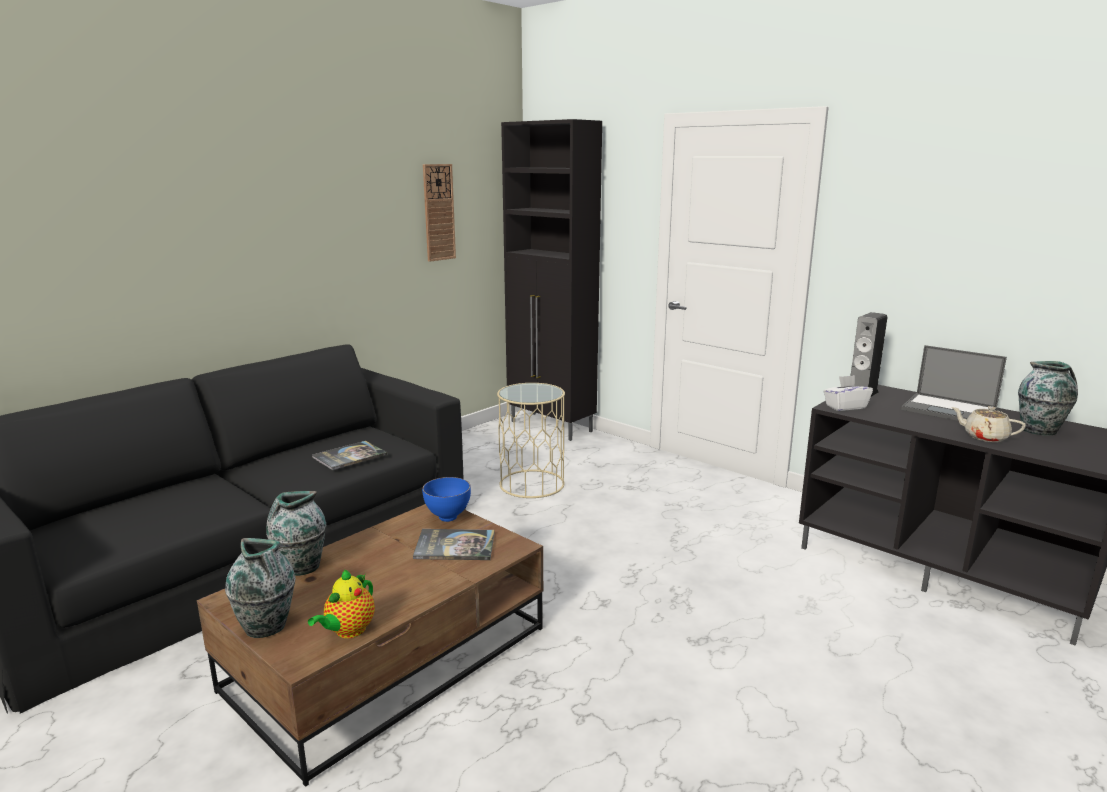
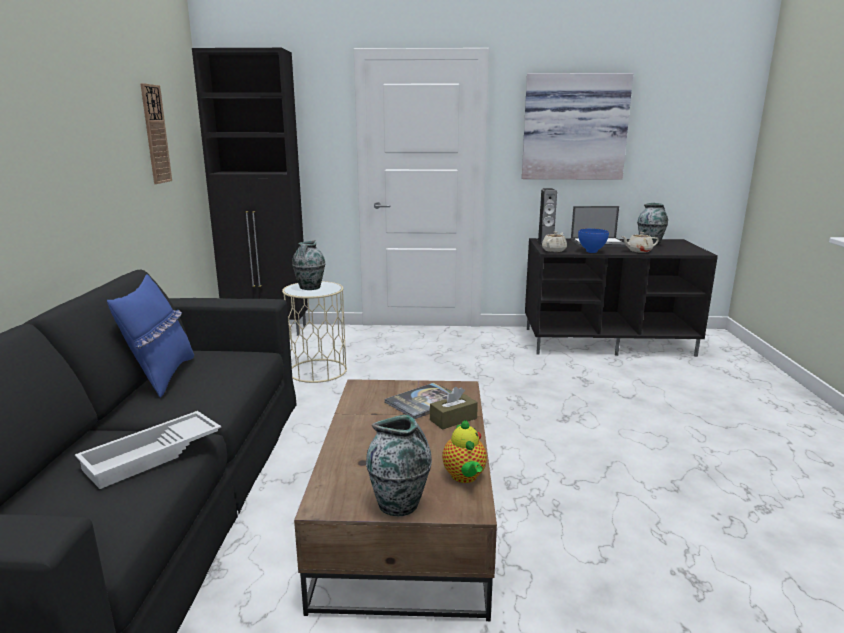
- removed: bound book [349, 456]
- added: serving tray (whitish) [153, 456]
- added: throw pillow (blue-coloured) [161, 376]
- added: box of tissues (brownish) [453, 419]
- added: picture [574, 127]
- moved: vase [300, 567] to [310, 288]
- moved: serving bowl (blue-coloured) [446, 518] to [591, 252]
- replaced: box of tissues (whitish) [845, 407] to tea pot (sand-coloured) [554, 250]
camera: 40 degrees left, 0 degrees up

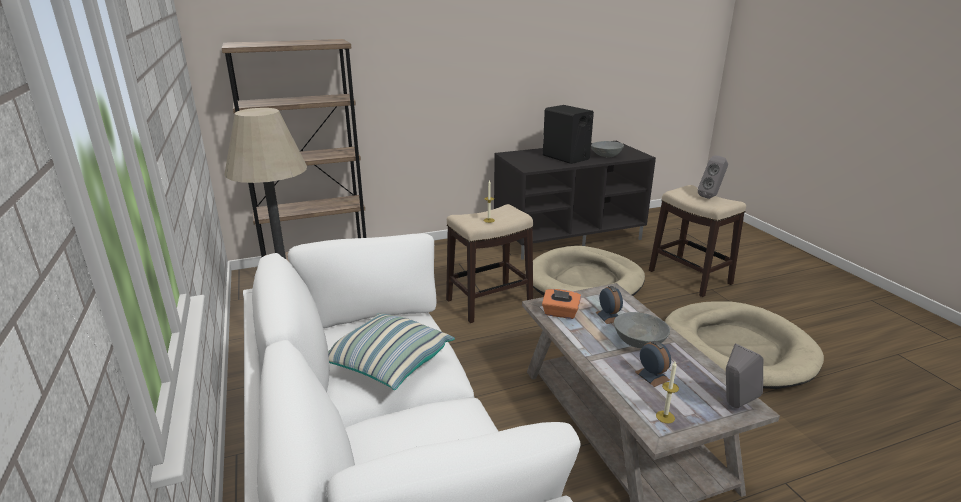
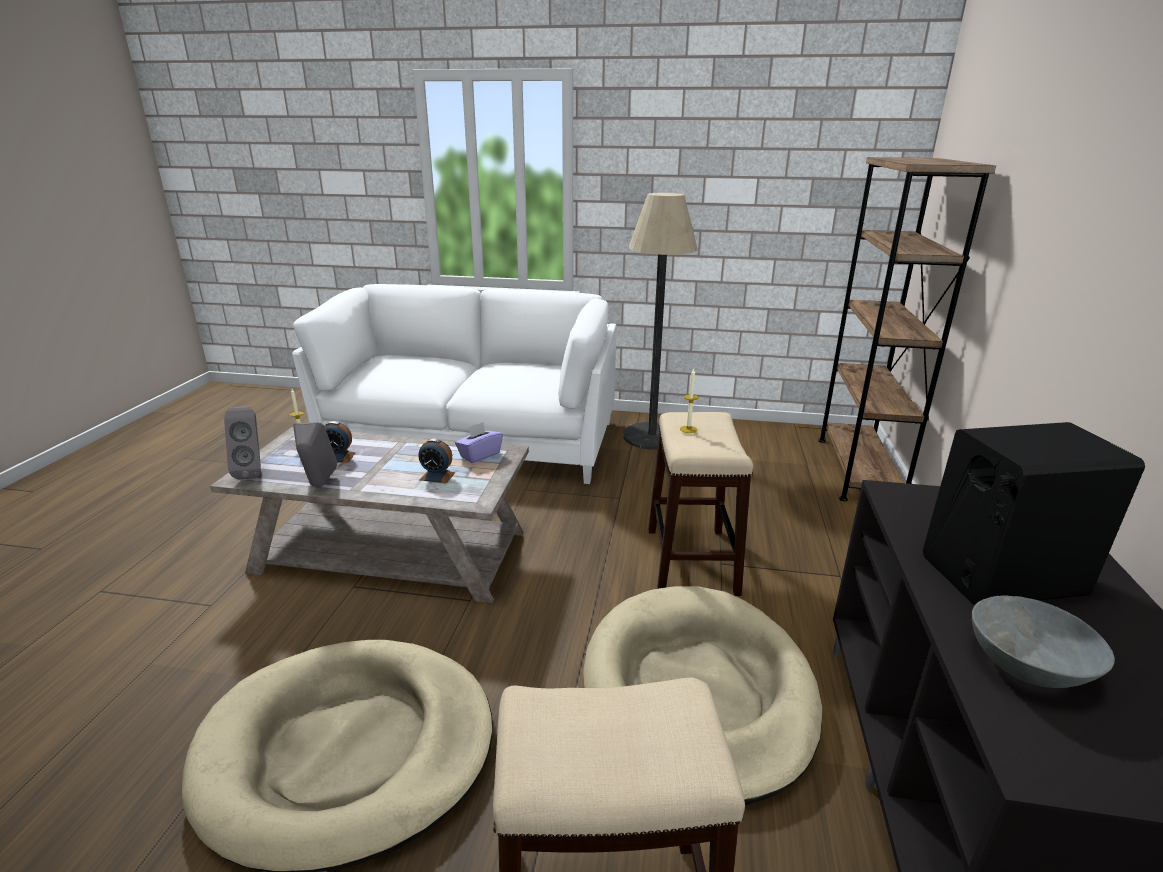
- removed: throw pillow [388, 364]
- removed: serving bowl (gray) [638, 342]
- moved: loudspeaker (gray) [711, 196] to [319, 486]
- recoloured: box of tissues (orange) [560, 313] to box of tissues (purple) [479, 455]
camera: 120 degrees right, 0 degrees up

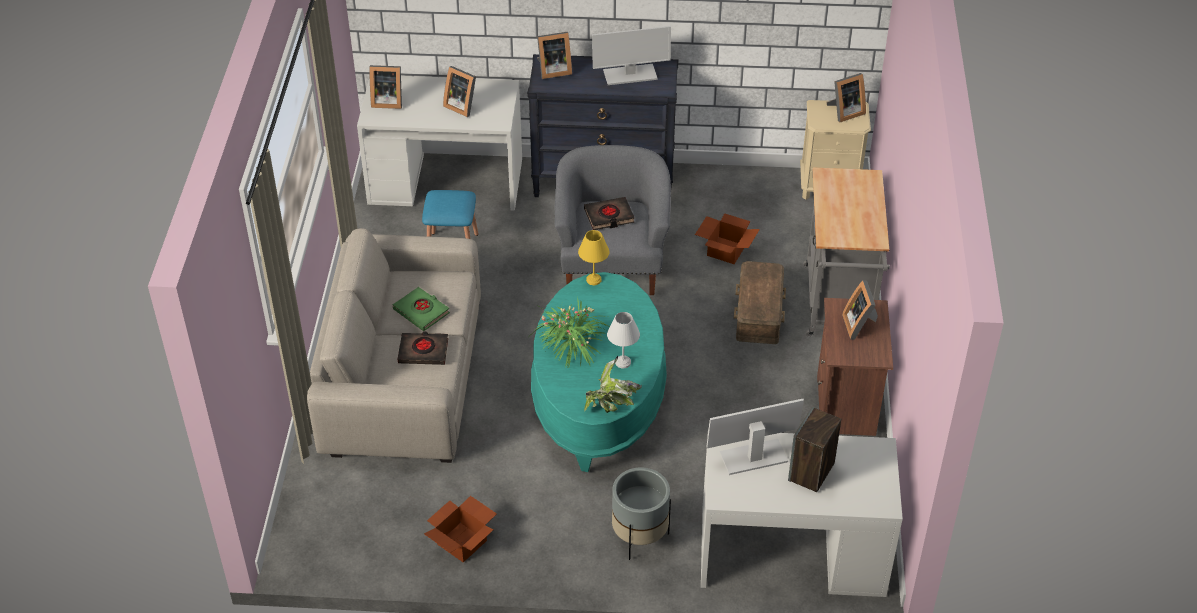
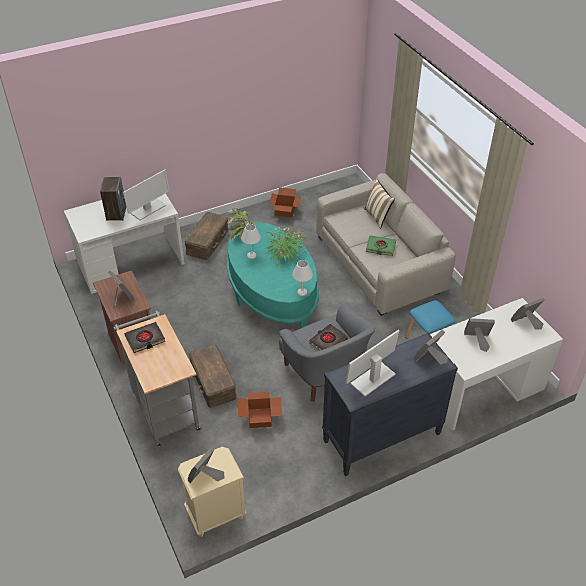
- added: throw pillow (sand-coloured) [377, 216]
- moved: bound book (black) [423, 351] to [145, 339]
- replaced: plant pot (gray) [639, 537] to storage bin (brownish) [207, 241]
- recoloured: lamp for a table (yellow) [593, 279] to lamp for a table (whitish) [302, 293]
camera: 150 degrees right, 0 degrees up

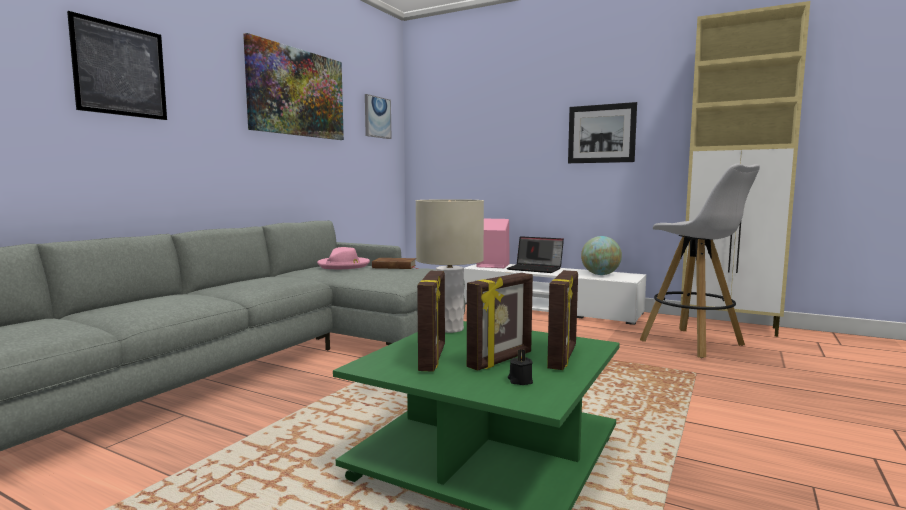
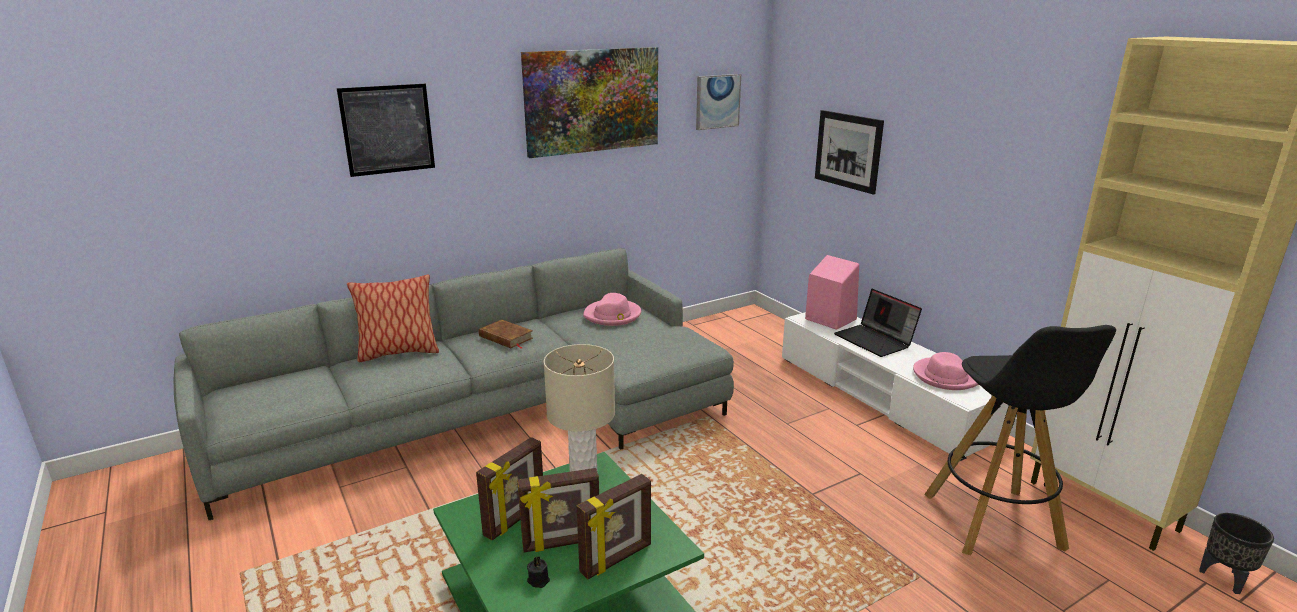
- added: throw pillow [398, 353]
- added: plant pot (black) [1223, 578]
- moved: bound book (brownish) [394, 267] to [506, 337]
- moved: picture [601, 134] to [848, 151]
- replaced: desk globe [600, 274] to hat (pink) [945, 376]
- recoloured: stool (whitish) [693, 343] to stool (black) [994, 523]
camera: 30 degrees right, 15 degrees up

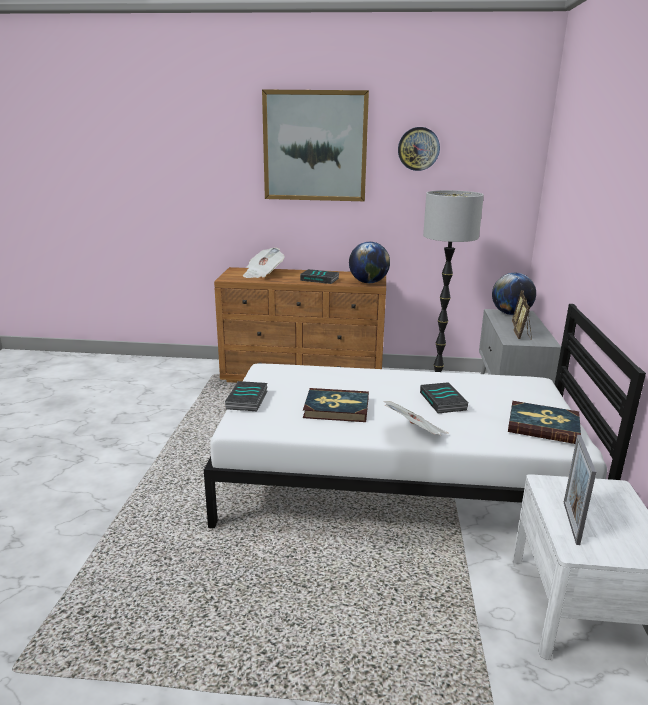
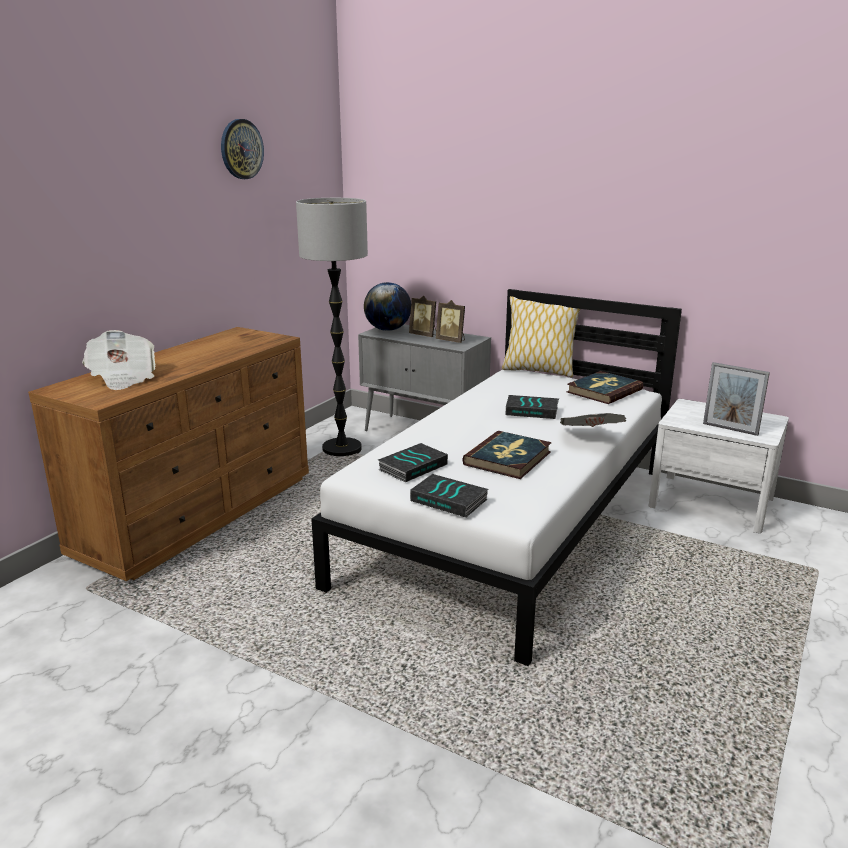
- removed: picture [315, 146]
- removed: desk globe [368, 282]
- added: throw pillow [538, 371]
- moved: bound book [320, 279] to [412, 466]
camera: 65 degrees left, 0 degrees up

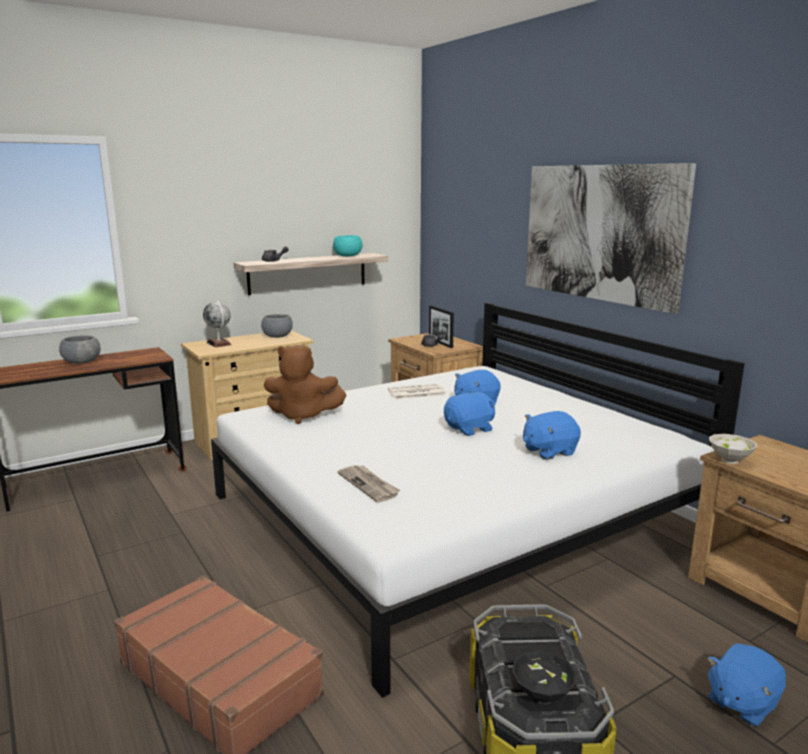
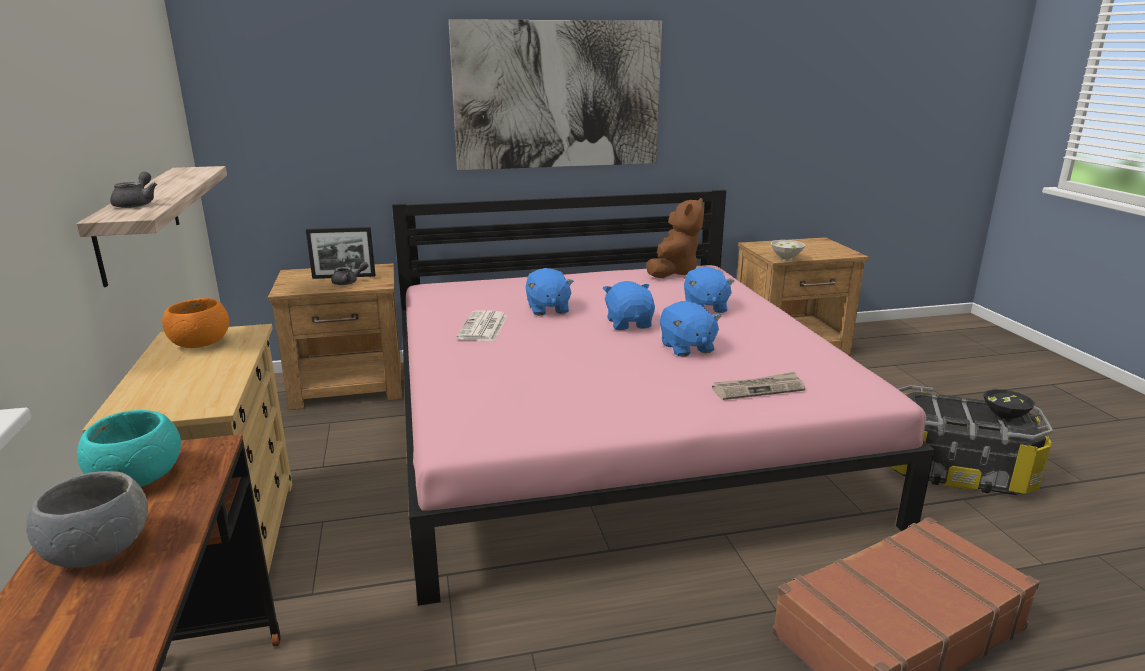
- removed: desk globe [219, 343]
- moved: soft toy (brownish) [303, 416] to [673, 272]
- moved: serving bowl (turquoise-coloured) [348, 256] to [138, 478]
- moved: soft toy (blue-coloured) [741, 702] to [686, 348]
- recoloured: bed (whitish) [451, 515] to bed (pink) [611, 430]
- recoloured: serving bowl (gray) [277, 336] to serving bowl (orange) [200, 343]
camera: 70 degrees left, 5 degrees up

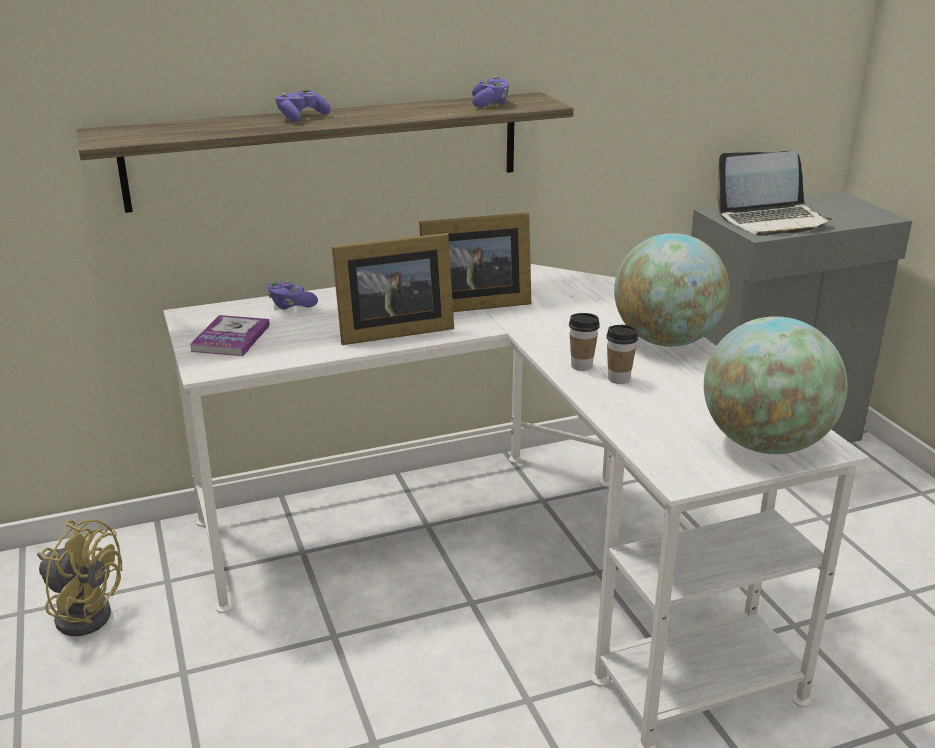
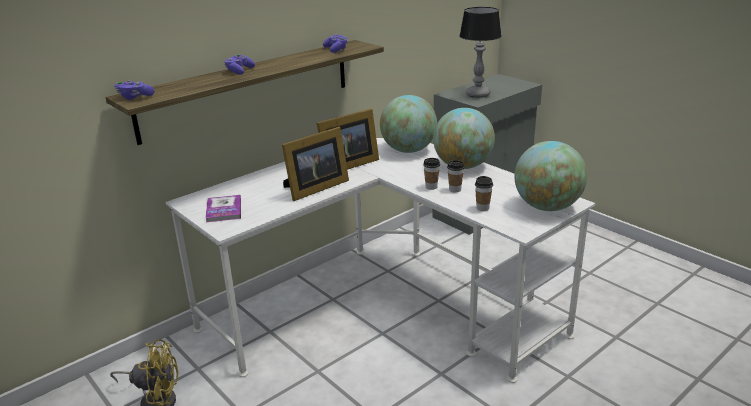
- added: desk globe [408, 150]
- added: drinking cup [482, 208]
- moved: joypad (purple) [290, 305] to [134, 97]
- replaced: portable computer [772, 221] to lamp for a table [477, 94]
camera: 20 degrees left, 0 degrees up

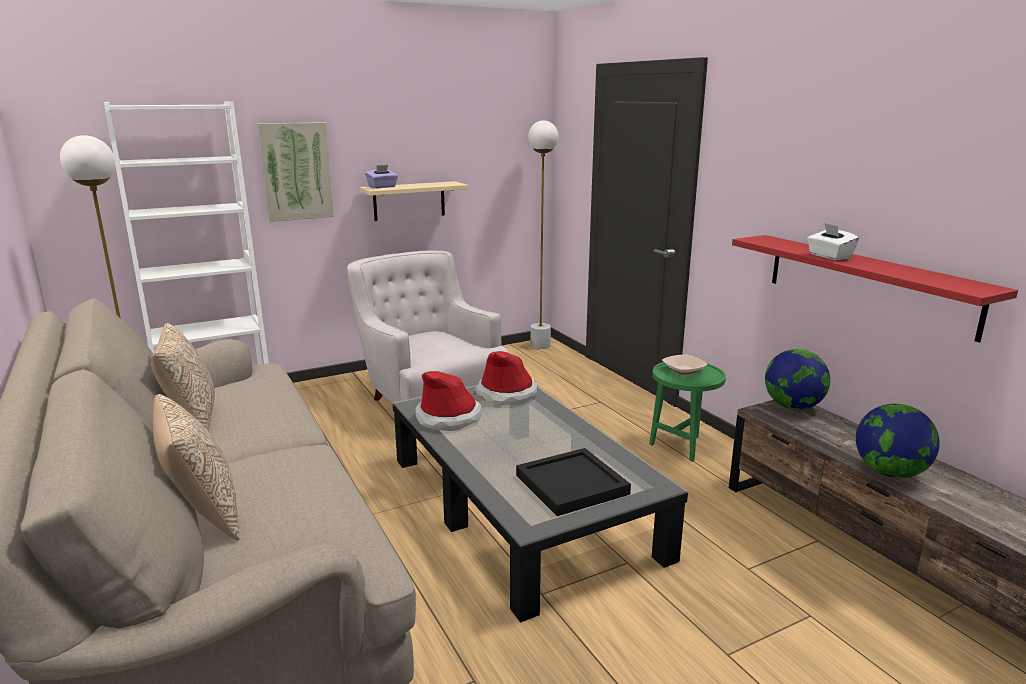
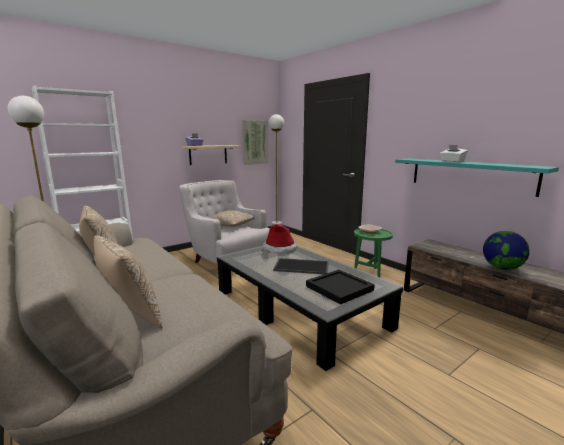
- removed: hat [448, 417]
- removed: desk globe [793, 407]
- added: throw pillow [232, 225]
- added: serving tray [302, 266]
- moved: picture [296, 171] to [255, 142]
- recoloured: shelf (red) [866, 283] to shelf (turquoise-coloured) [470, 175]
camera: 10 degrees left, 5 degrees down

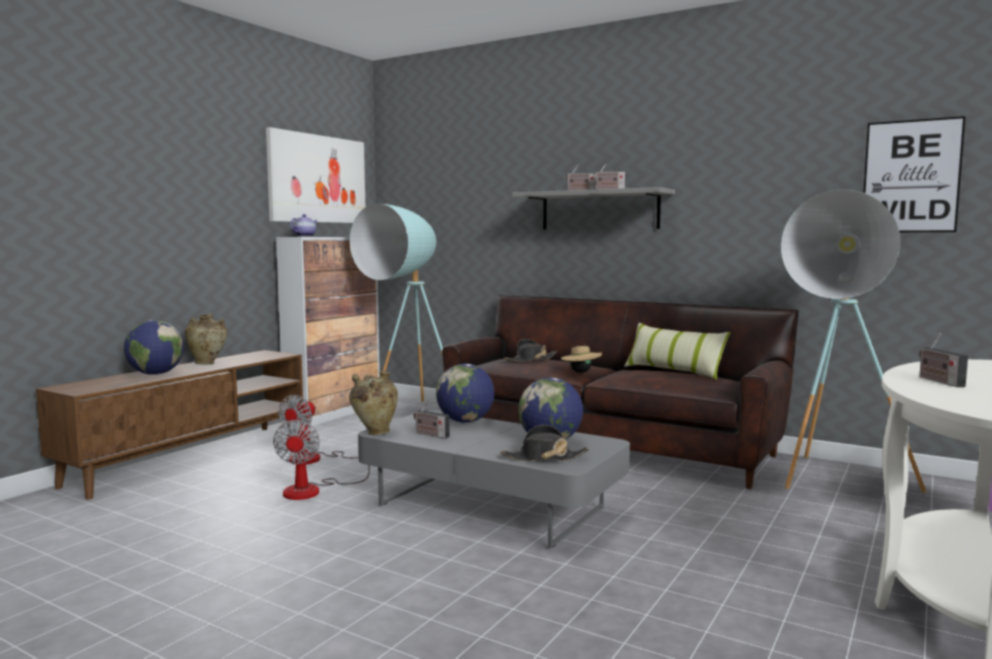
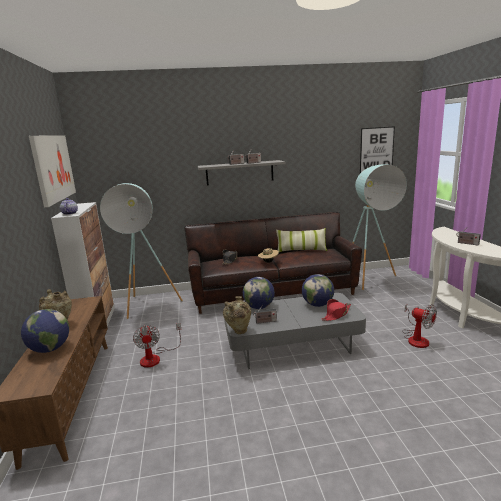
- moved: cooling fan [314, 490] to [416, 338]
- recoloured: hat (black) [544, 458] to hat (red) [336, 314]
camera: 40 degrees left, 10 degrees up

